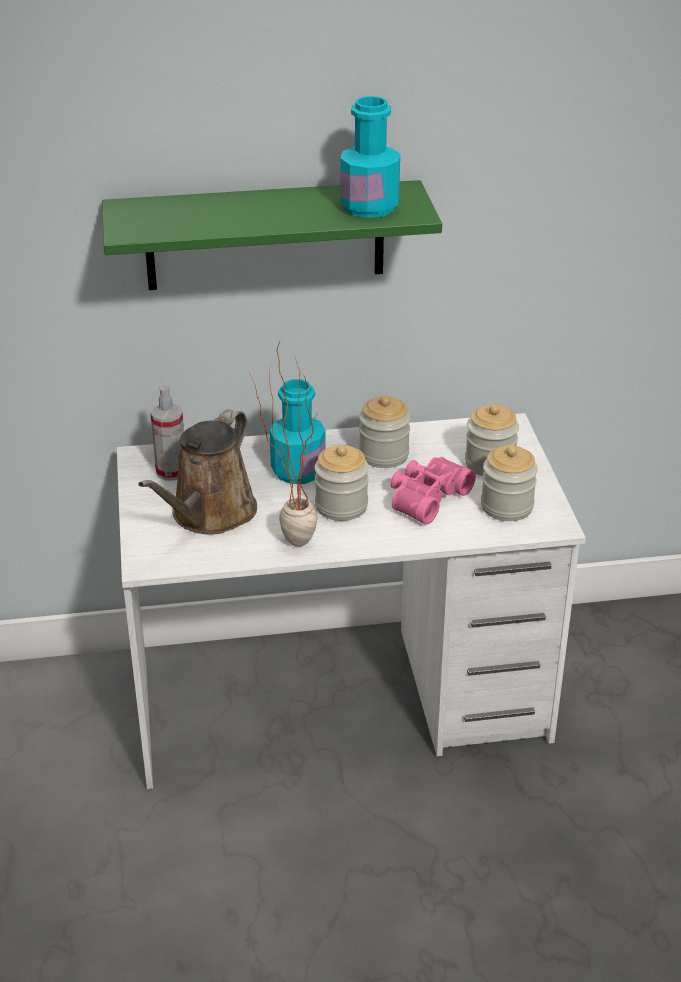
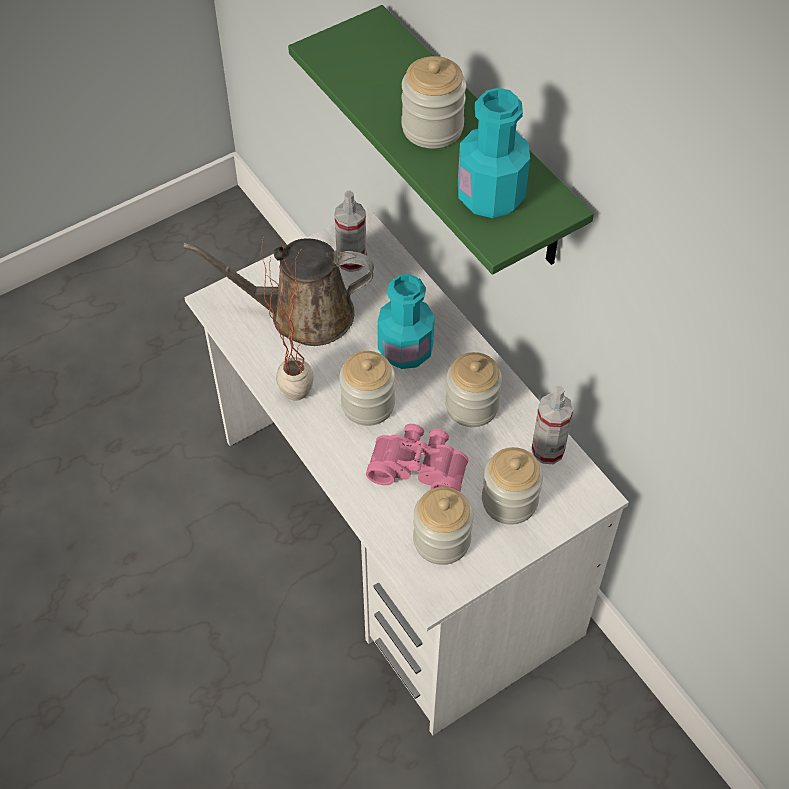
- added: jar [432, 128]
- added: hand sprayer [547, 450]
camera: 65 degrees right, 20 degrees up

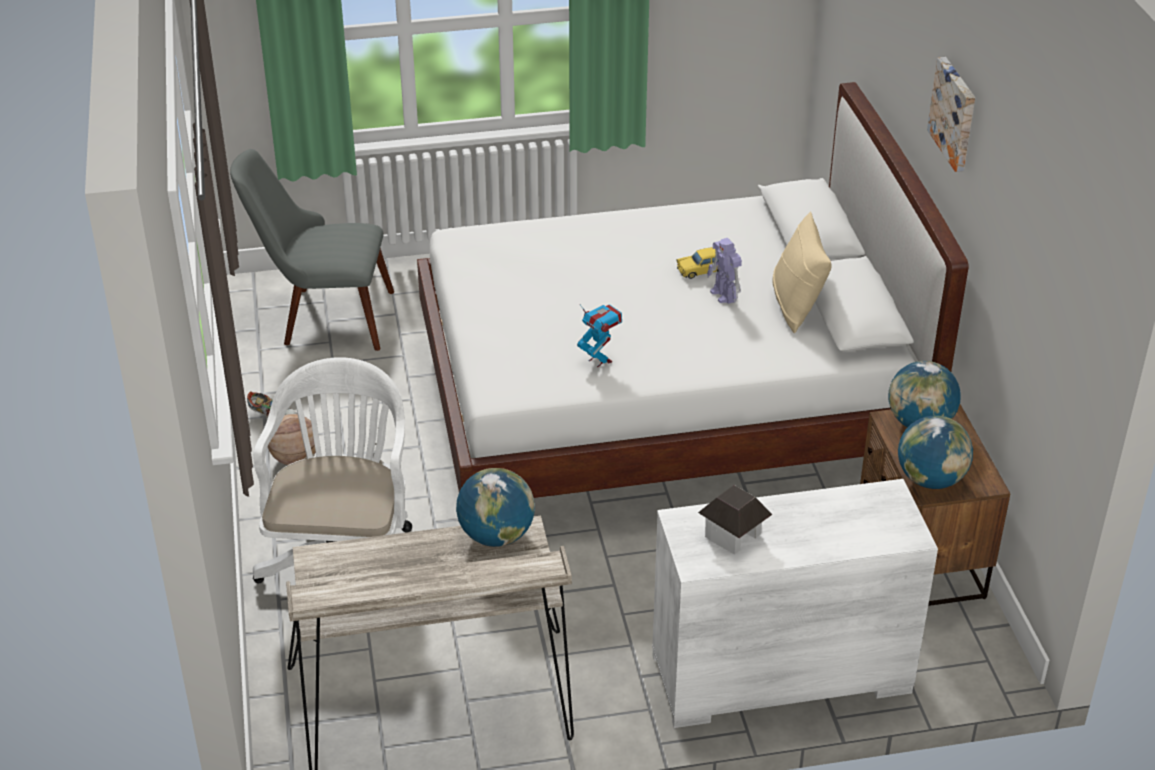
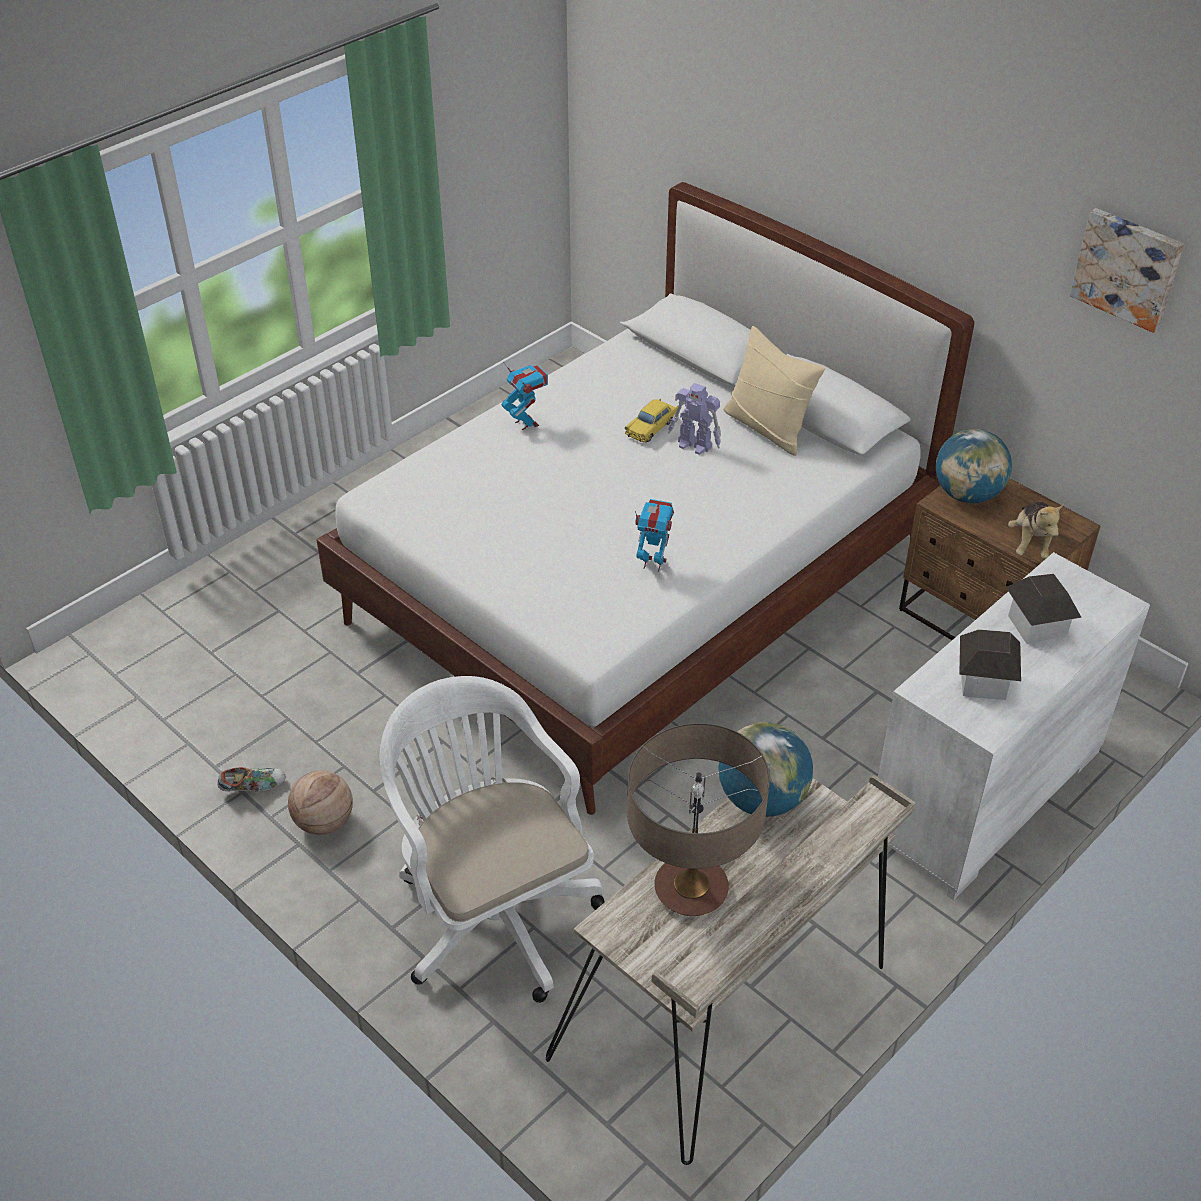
- removed: upright chair (gray) [322, 318]
- added: model robot [526, 423]
- added: lamp for a table [691, 890]
- added: model house [1037, 625]
- moved: picture [955, 113] to [1128, 268]
- replaced: desk globe [930, 479] to soft toy [1030, 543]
camera: 35 degrees left, 5 degrees up

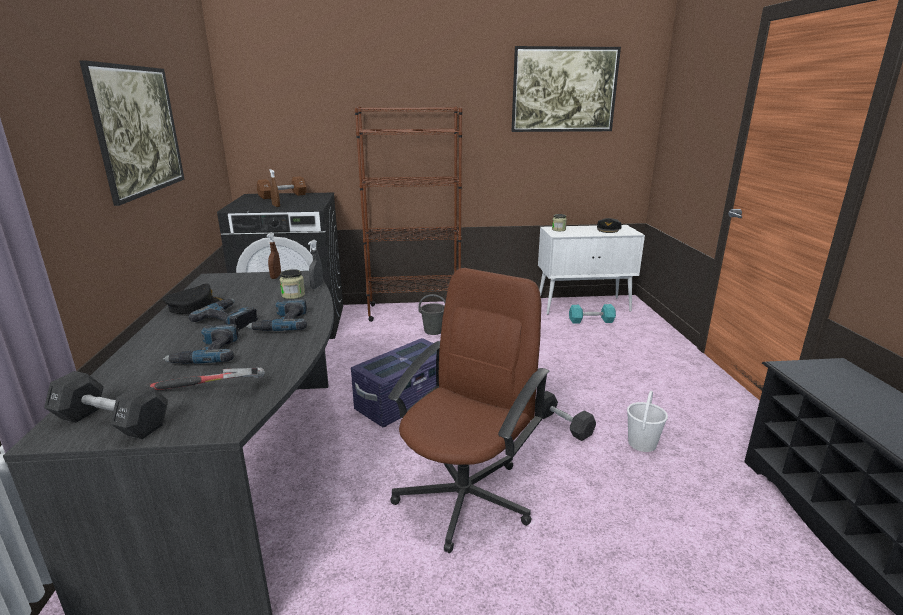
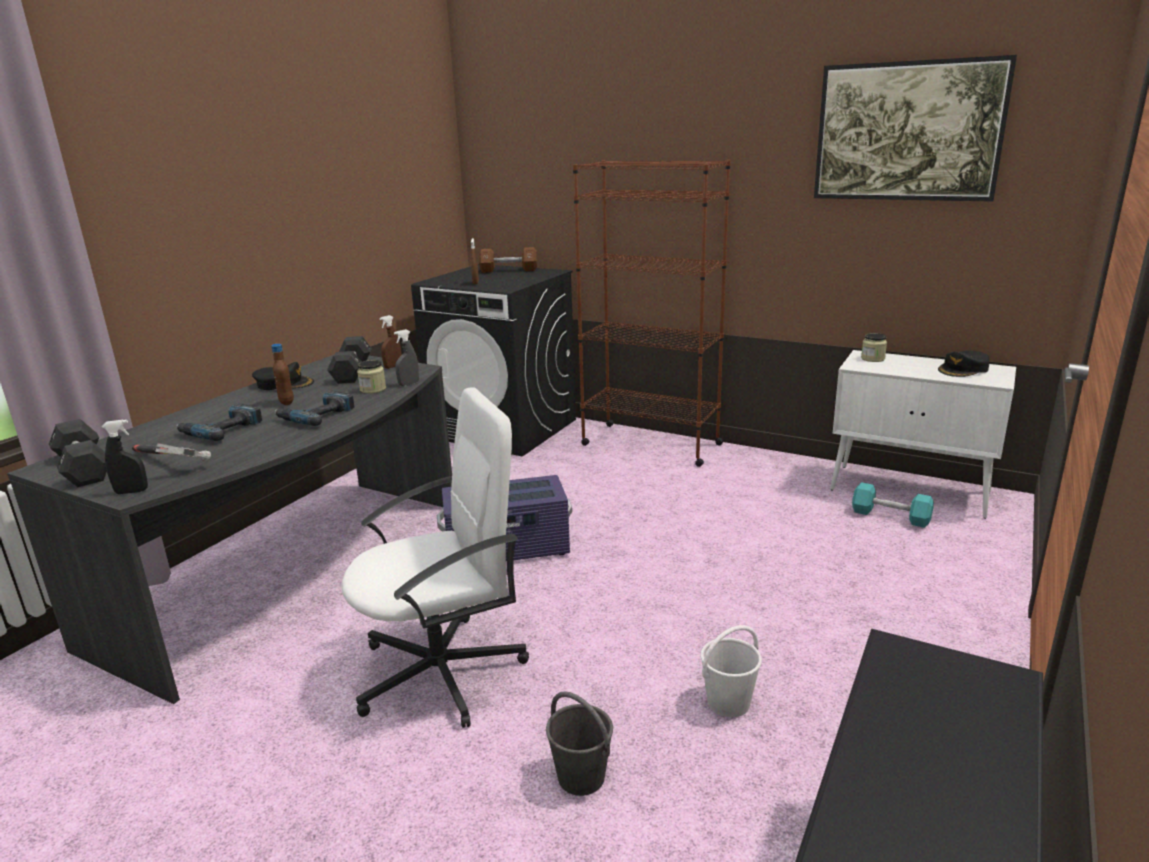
- removed: picture [145, 161]
- added: hand sprayer (black) [132, 492]
- moved: pail (gray) [434, 331] to [582, 777]
- moved: free weight (black) [562, 425] to [352, 372]
- replaced: drill [230, 319] to drink bottle (brownish) [286, 402]
- recoloured: office chair (brownish) [465, 496] to office chair (whitish) [443, 671]
camera: 35 degrees right, 0 degrees up

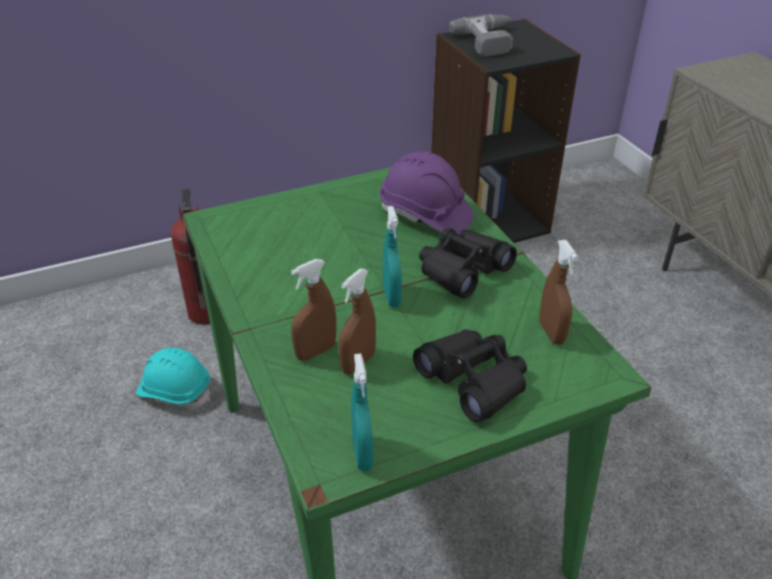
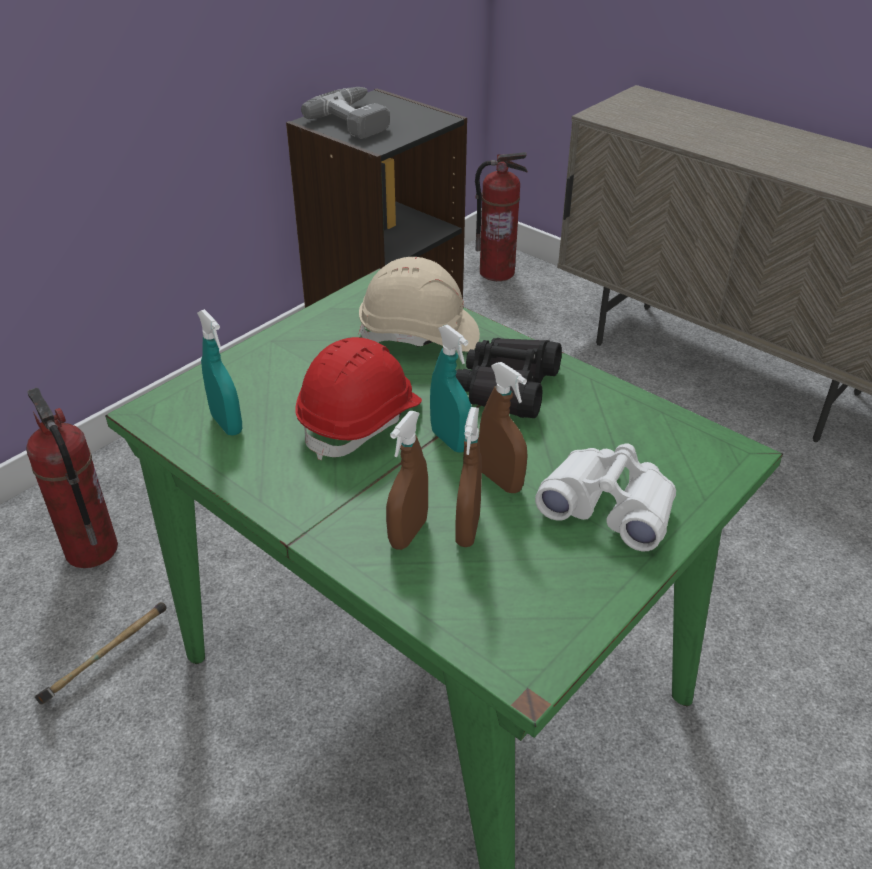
- added: hard hat (red) [361, 420]
- added: extinguisher [497, 272]
- moved: hand sprayer (turquoise-coloured) [362, 453] to [227, 424]
- moved: hand sprayer (brownish) [551, 333] to [500, 480]
- replaced: hard hat (turquoise-coloured) [175, 391] to hammer [104, 664]
- recoloured: hard hat (purple) [425, 215] to hard hat (sand-coloured) [419, 336]
- recoloured: field glasses (black) [474, 381] to field glasses (whitish) [609, 506]
camera: 25 degrees left, 0 degrees up

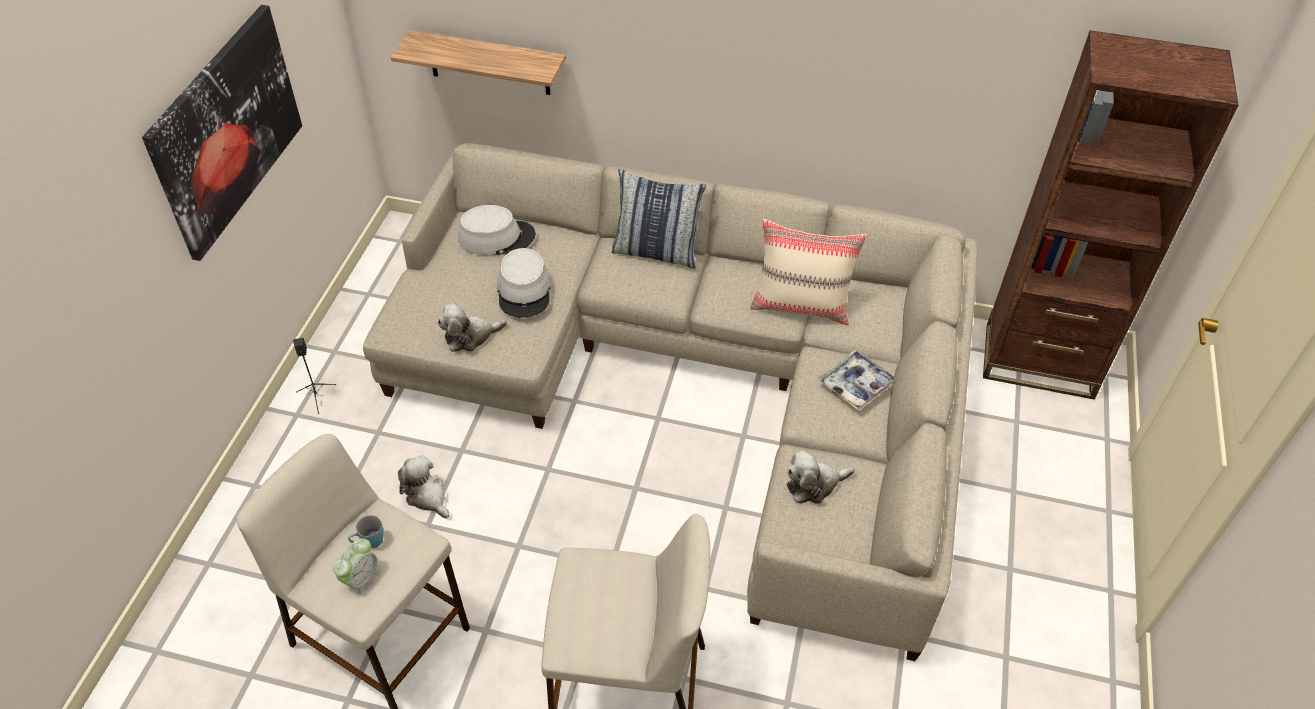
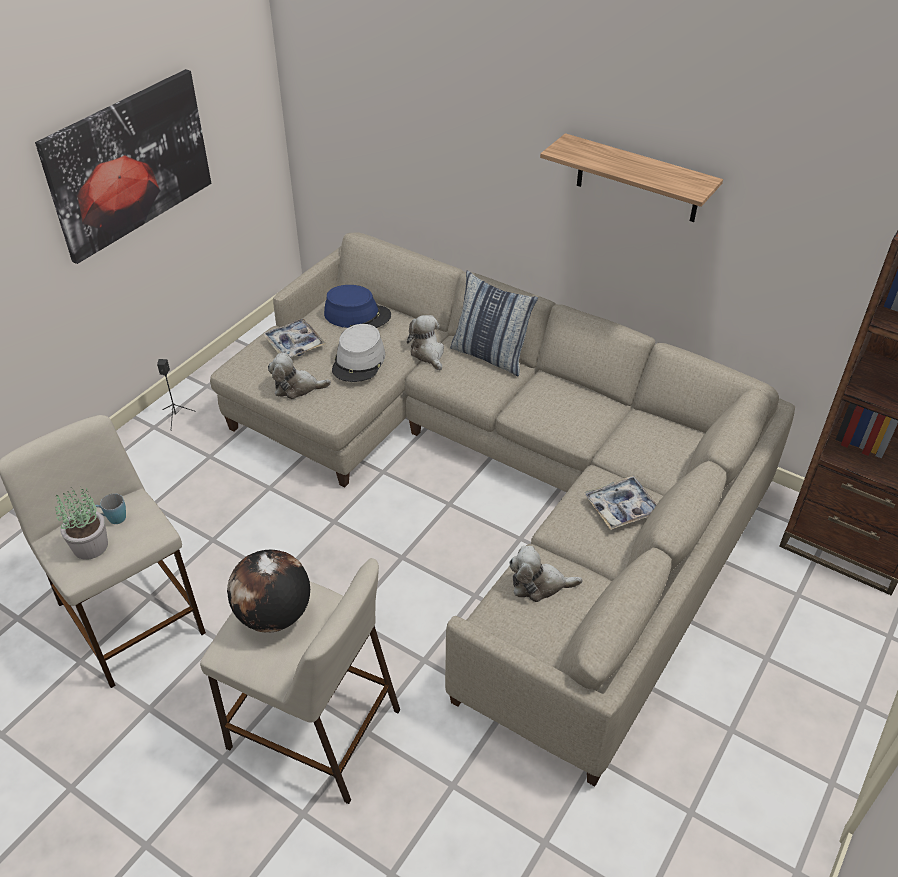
- removed: throw pillow (sand-coloured) [801, 305]
- added: desk globe [273, 615]
- added: serving tray [294, 344]
- moved: shelf [489, 63] to [637, 179]
- moved: soft toy [427, 496] to [428, 353]
- replaced: table clock [361, 579] to potted plant [90, 545]
- recoloured: hat (gray) [497, 237] to hat (blue-coloured) [357, 315]
camera: 20 degrees right, 5 degrees down

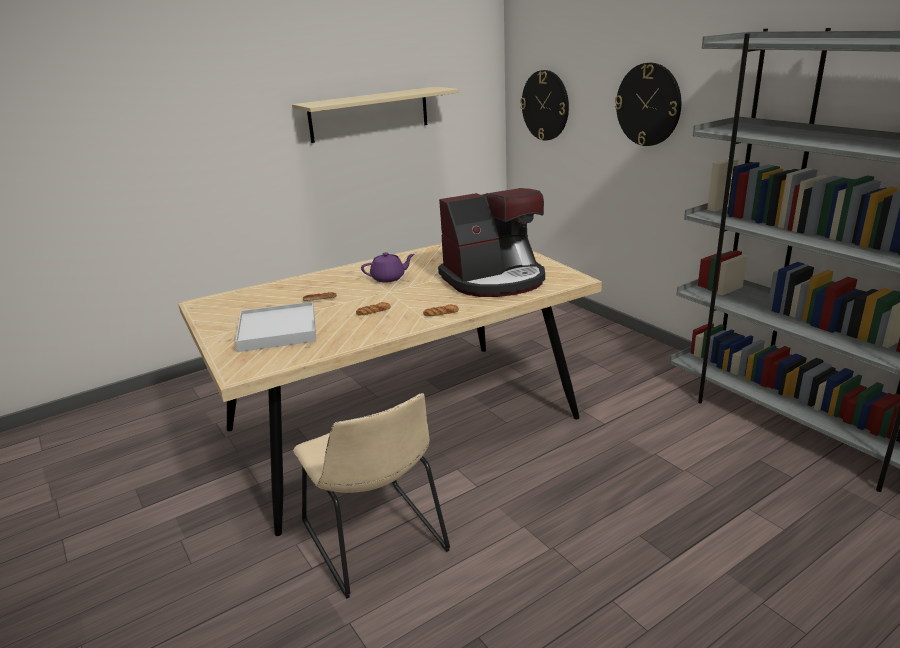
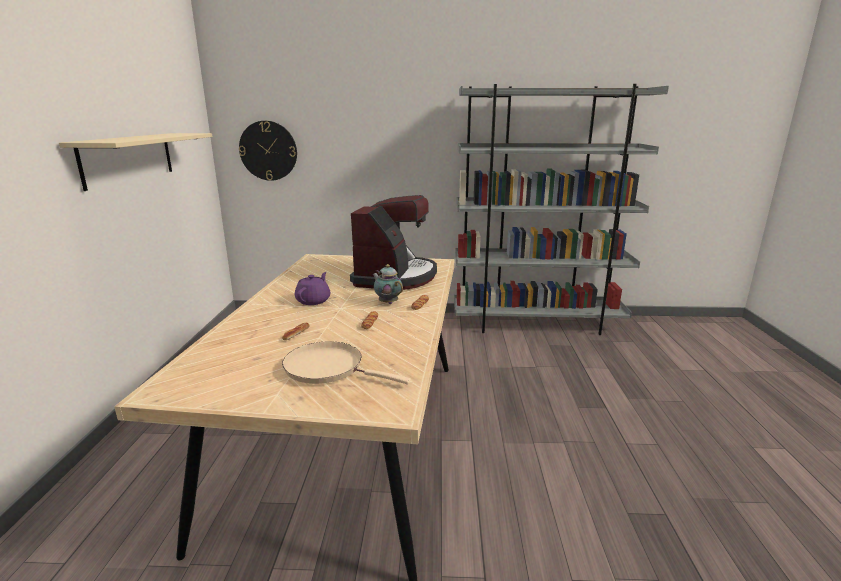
- removed: upright chair (sand-coloured) [376, 541]
- removed: clock on the wall [648, 105]
- added: tea pot [387, 302]
- replaced: serving tray (whitish) [278, 330] to frying pan (sand-coloured) [329, 368]
camera: 55 degrees left, 5 degrees down

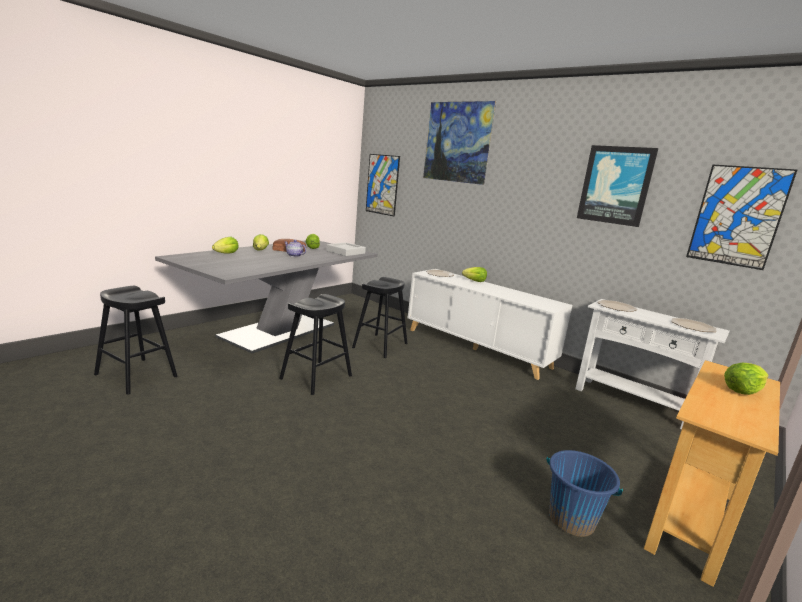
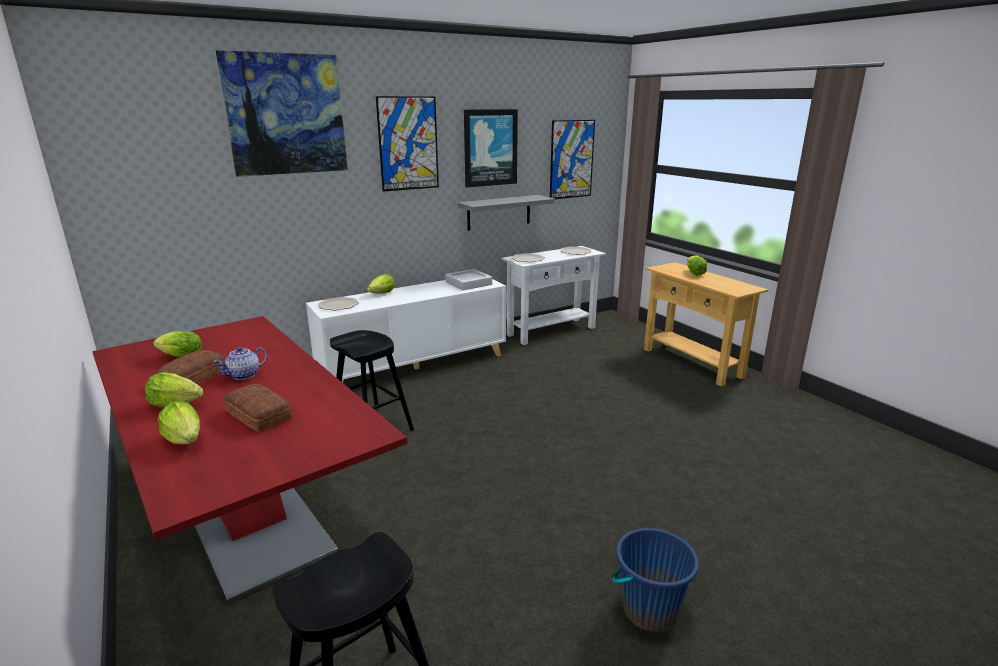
- removed: stool (black) [316, 377]
- added: bread [258, 416]
- added: shelf (gray) [499, 212]
- moved: serving tray (gray) [345, 252] to [468, 283]
- moved: picture [382, 184] to [408, 144]
- moved: pail (blue-coloured) [571, 519] to [649, 610]
- recoloured: kitchen table (gray) [278, 331] to kitchen table (red) [251, 517]
camera: 70 degrees left, 5 degrees up

